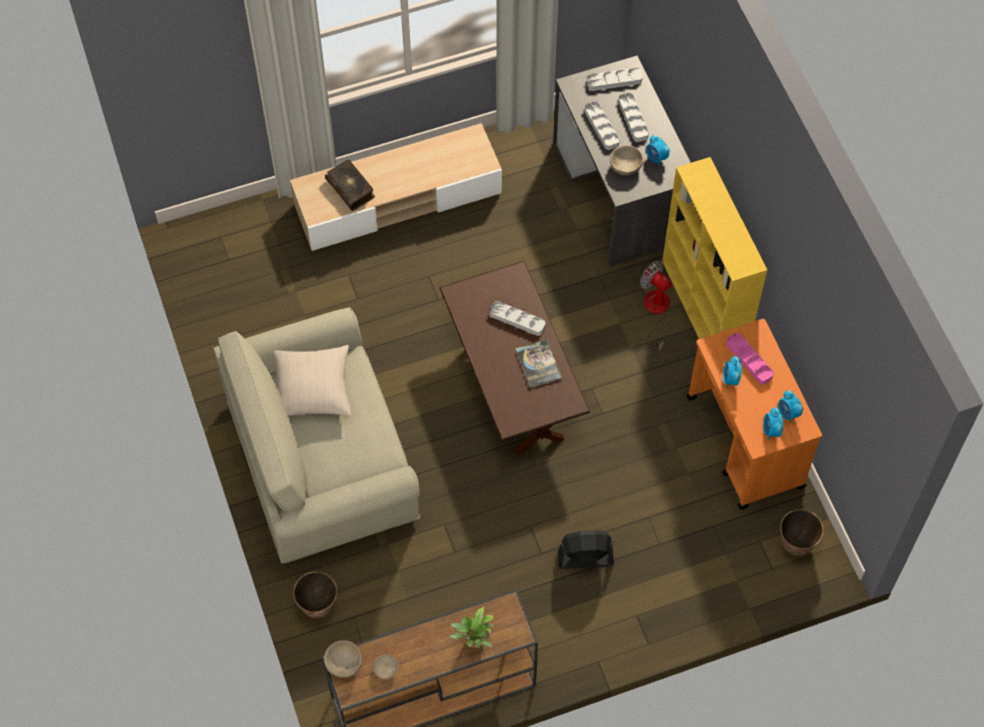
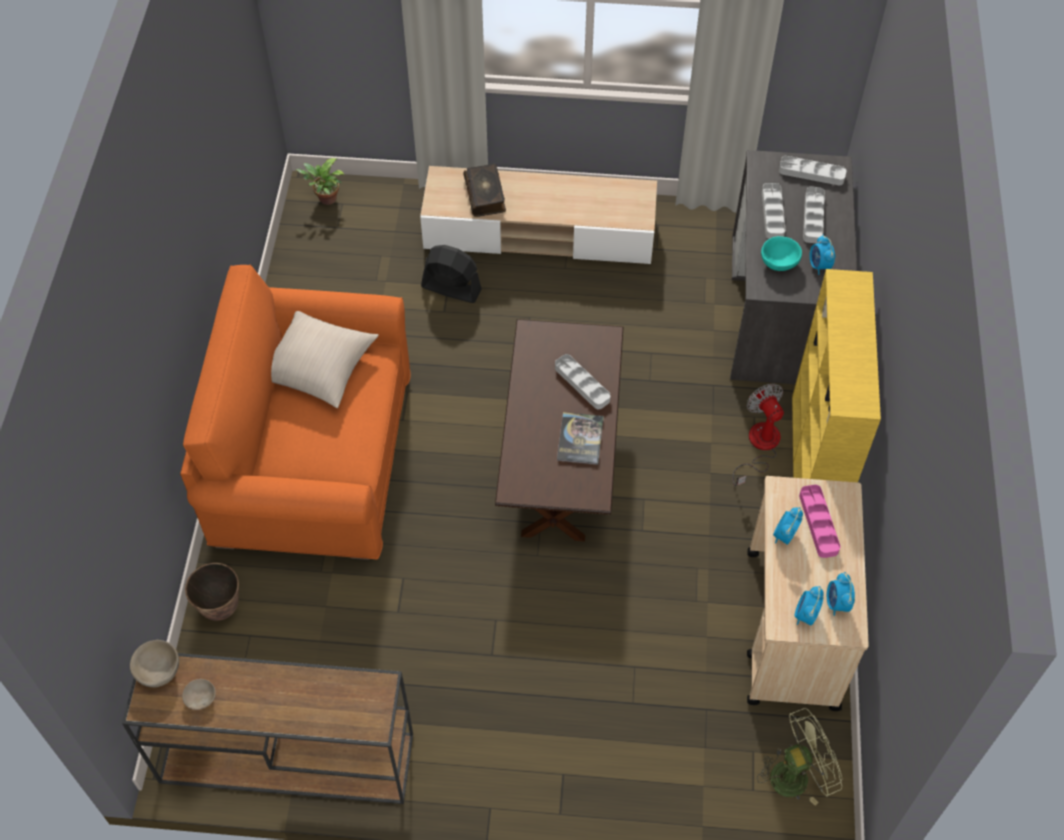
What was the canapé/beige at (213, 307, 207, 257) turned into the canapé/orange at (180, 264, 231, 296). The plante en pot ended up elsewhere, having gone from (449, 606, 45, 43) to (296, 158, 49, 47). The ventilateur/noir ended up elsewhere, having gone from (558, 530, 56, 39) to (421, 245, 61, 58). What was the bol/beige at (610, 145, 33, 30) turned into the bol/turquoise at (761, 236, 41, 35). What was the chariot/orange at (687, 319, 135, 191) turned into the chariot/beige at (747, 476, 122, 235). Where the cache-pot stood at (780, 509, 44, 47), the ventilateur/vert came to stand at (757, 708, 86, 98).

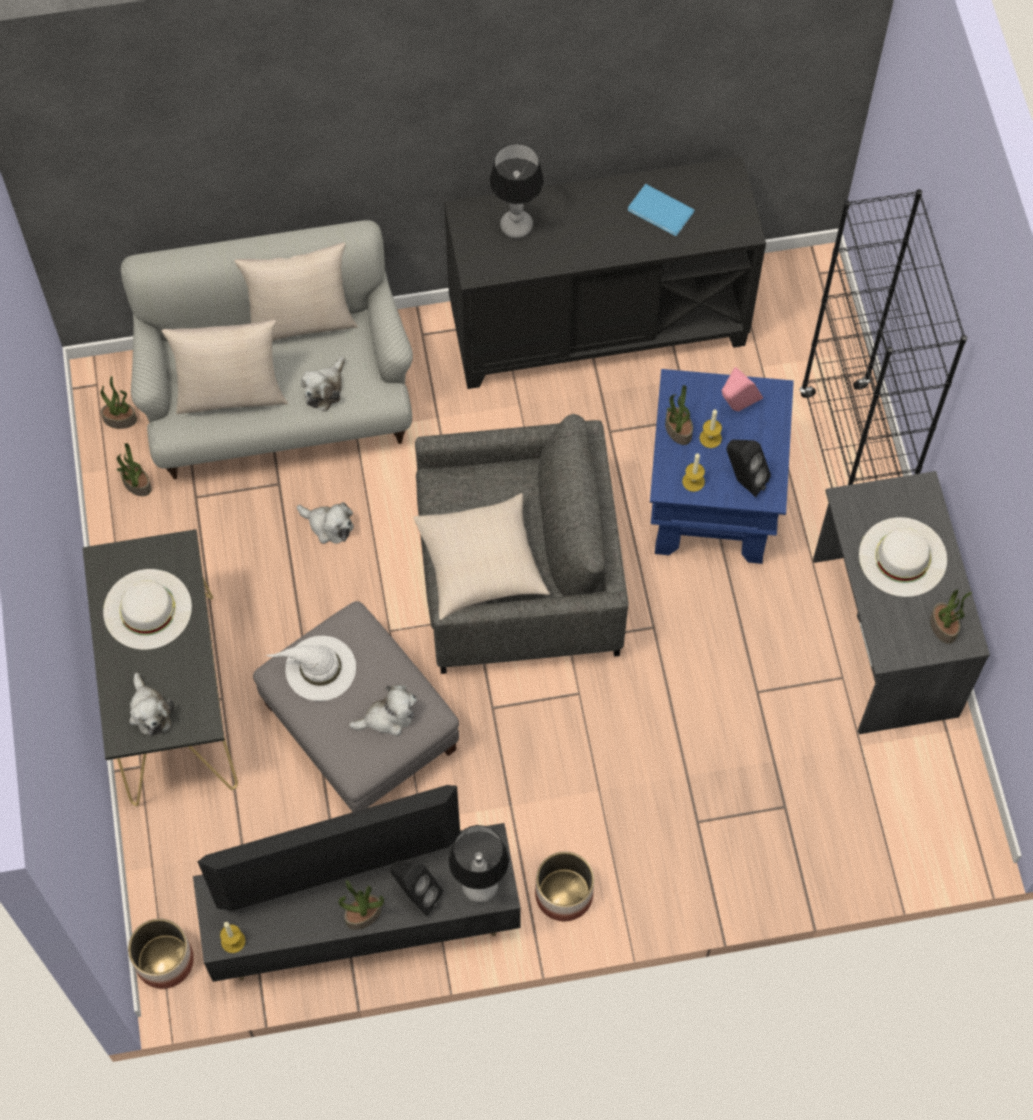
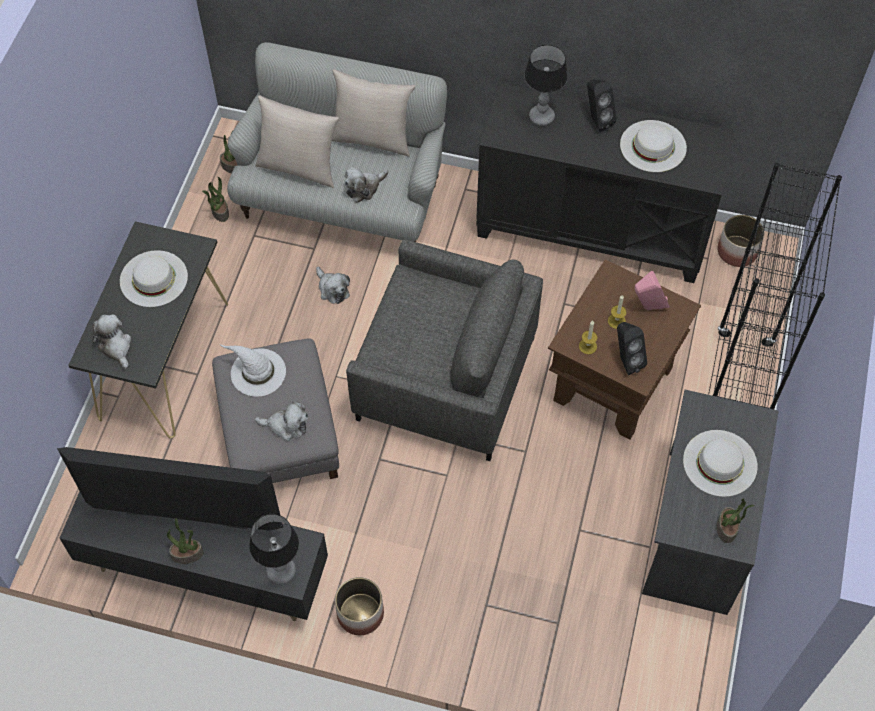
The cache-pot ended up elsewhere, having gone from (128, 918, 66, 71) to (718, 215, 46, 52). The peluche at (129, 673, 45, 63) ended up facing another way, 150 degrees clockwise from before. The second view lost the bougie at (220, 922, 25, 31). The enceinte/noir ended up elsewhere, having gone from (390, 861, 53, 55) to (587, 79, 30, 53). The second view lost the coussin/beige at (414, 493, 136, 127). Where the livre/bleu stood at (628, 184, 67, 52), the chapeau/blanc came to stand at (620, 120, 67, 52). What was the table d'appoint/bleu at (650, 369, 144, 195) turned into the table d'appoint/marron at (548, 260, 153, 180). The second view lost the plante en pot at (665, 385, 28, 60).

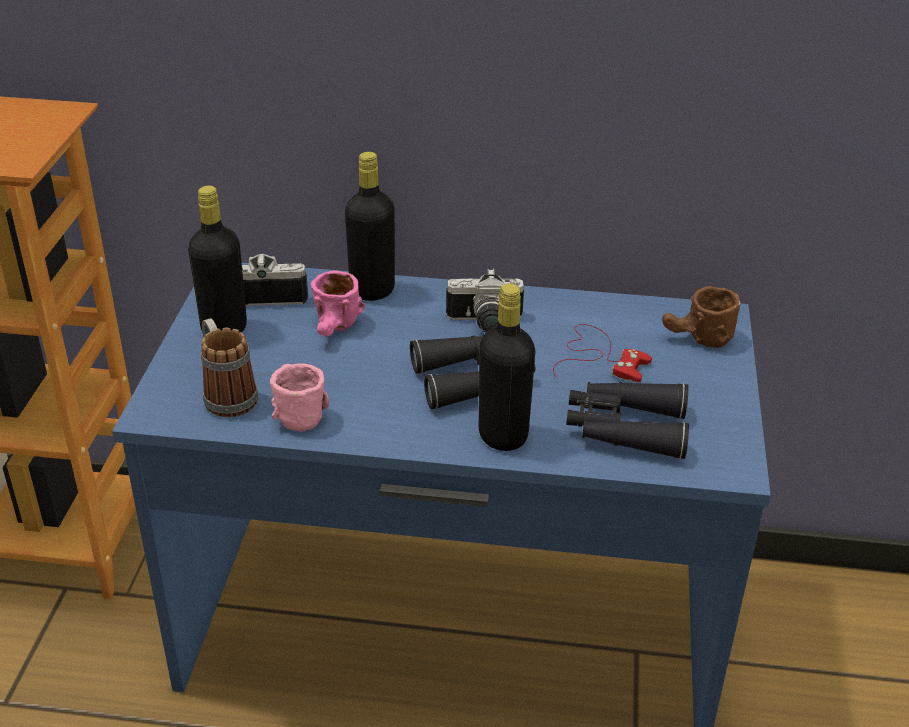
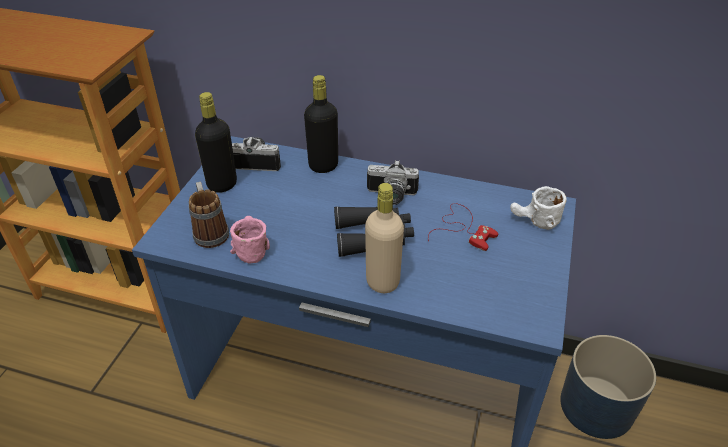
The second view lost the mug/rose at (311, 271, 54, 65). What was the bouteille/noir at (479, 283, 56, 168) turned into the bouteille/beige at (365, 183, 39, 110). The second view lost the jumelles/noir at (566, 382, 123, 77). What was the mug/marron at (662, 286, 79, 62) turned into the mug/blanc at (510, 186, 56, 44). The second view gained the cache-pot/bleu at (560, 335, 96, 104).

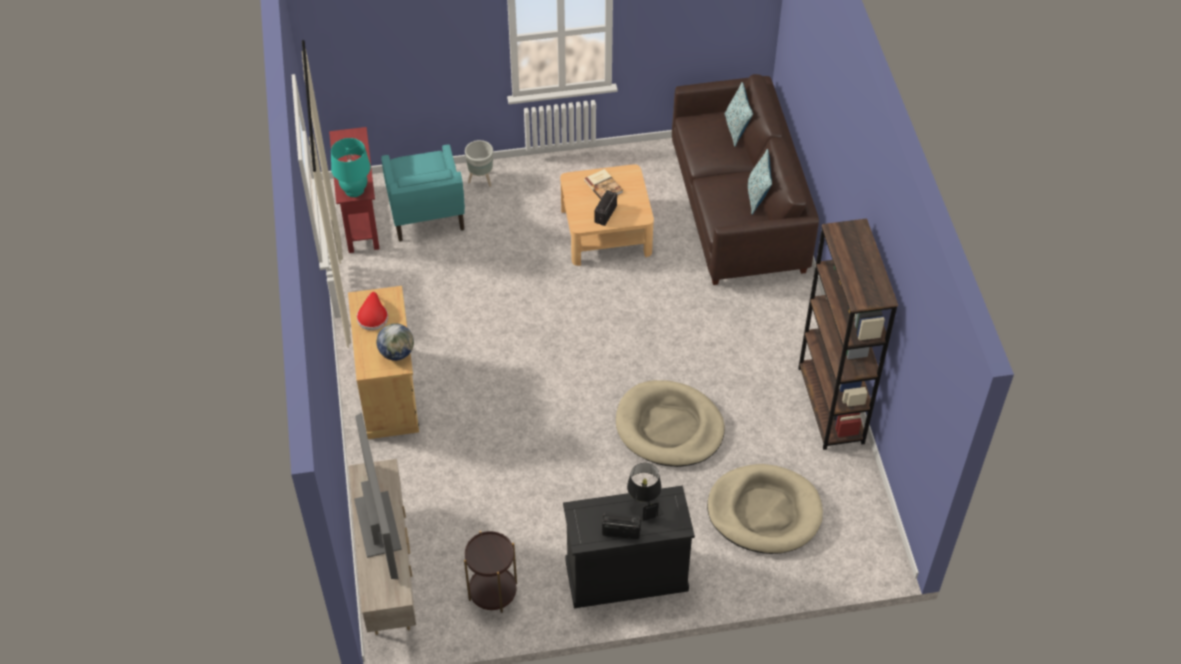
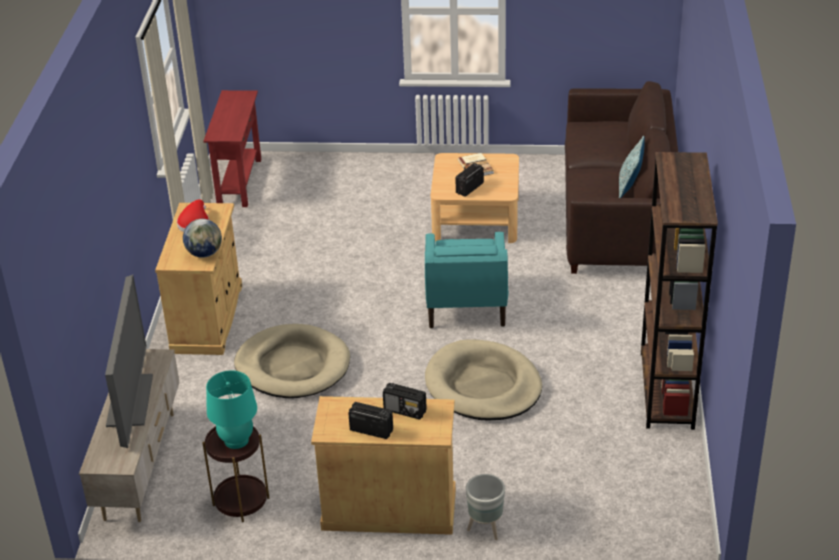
The lampe de table/turquoise ended up elsewhere, having gone from (331, 138, 40, 59) to (206, 370, 51, 79). The fauteuil/turquoise ended up elsewhere, having gone from (381, 145, 84, 97) to (425, 232, 83, 97). The cache-pot/gris ended up elsewhere, having gone from (465, 140, 28, 47) to (466, 474, 39, 66). What was the meuble de rangement/noir at (563, 486, 132, 122) turned into the meuble de rangement/beige at (311, 396, 145, 139). Where the lampe de table/noir stood at (627, 463, 37, 58), the radio came to stand at (383, 383, 44, 37). The panier pour chien/beige ended up elsewhere, having gone from (707, 464, 116, 90) to (234, 324, 116, 74). The second view lost the coussin at (724, 82, 29, 65).

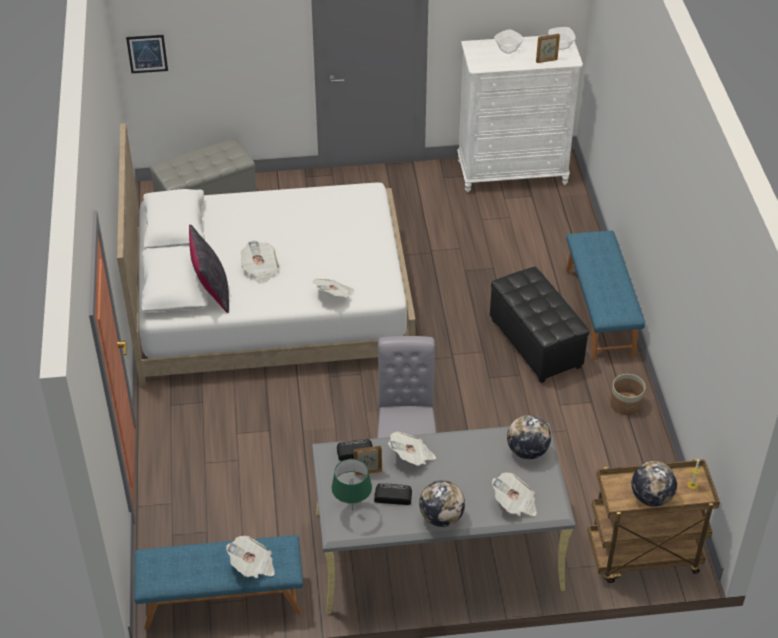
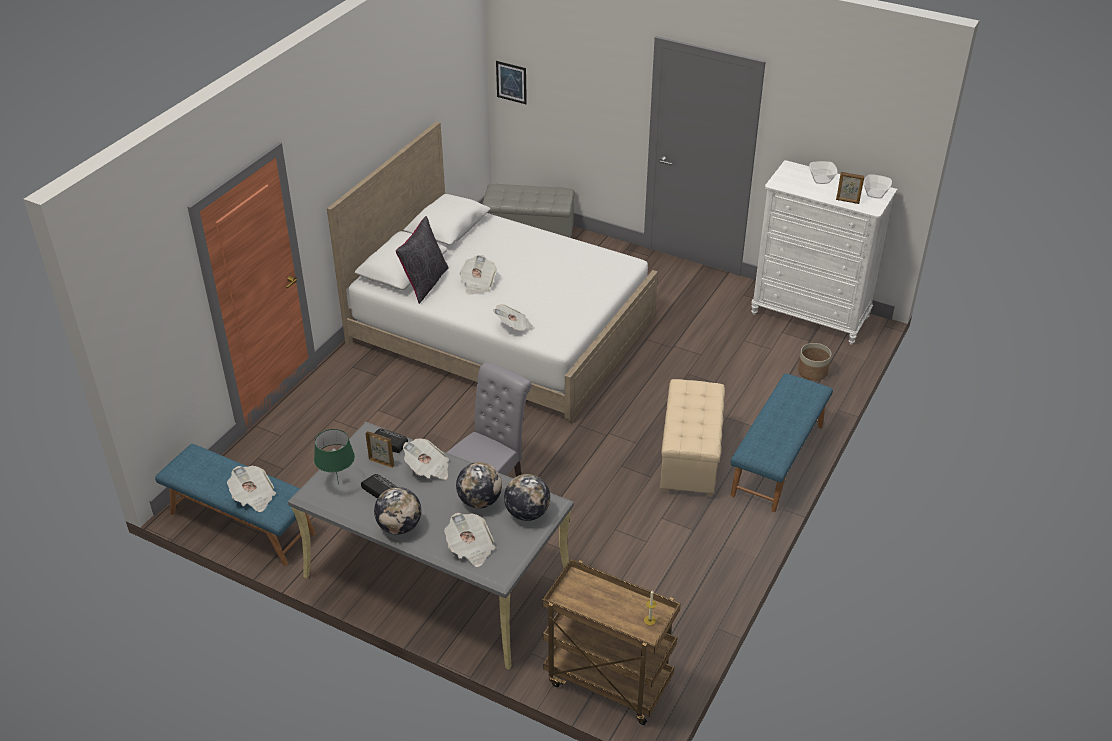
What was the pouf/noir at (490, 267, 99, 116) turned into the pouf/beige at (660, 379, 65, 118). The cache-pot ended up elsewhere, having gone from (610, 374, 35, 41) to (798, 343, 33, 38). The globe ended up elsewhere, having gone from (631, 461, 46, 46) to (456, 462, 46, 46).

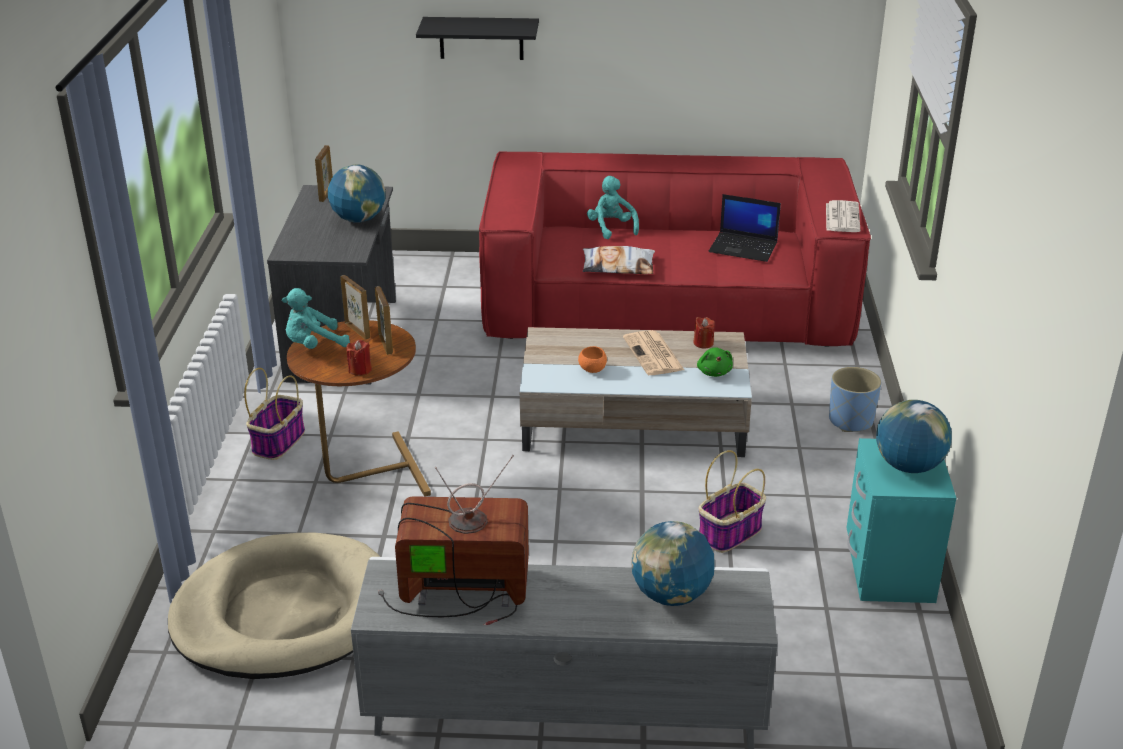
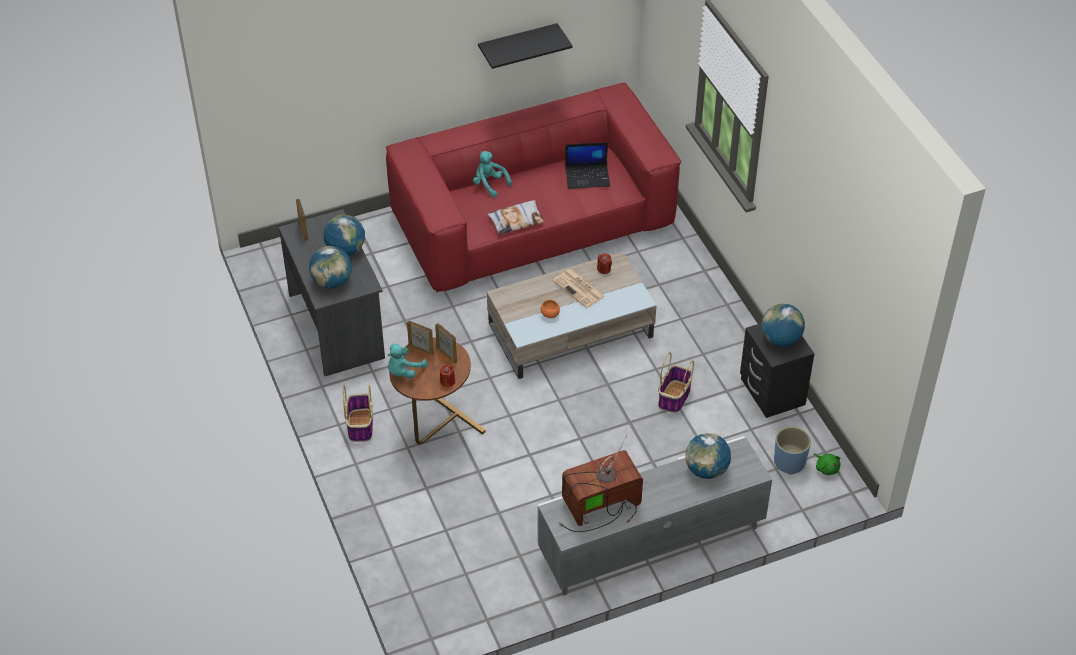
The second view lost the panier pour chien/beige at (168, 533, 212, 146). The étagère/noir ended up elsewhere, having gone from (416, 17, 123, 43) to (478, 23, 95, 46). The peluche/vert ended up elsewhere, having gone from (697, 347, 36, 30) to (814, 453, 26, 22). The second view lost the journal at (826, 200, 34, 32). The cache-pot/bleu ended up elsewhere, having gone from (829, 367, 52, 65) to (774, 427, 37, 47). What was the table de chevet/turquoise at (847, 438, 109, 165) turned into the table de chevet/noir at (740, 323, 74, 95). The second view gained the globe at (309, 246, 43, 42).

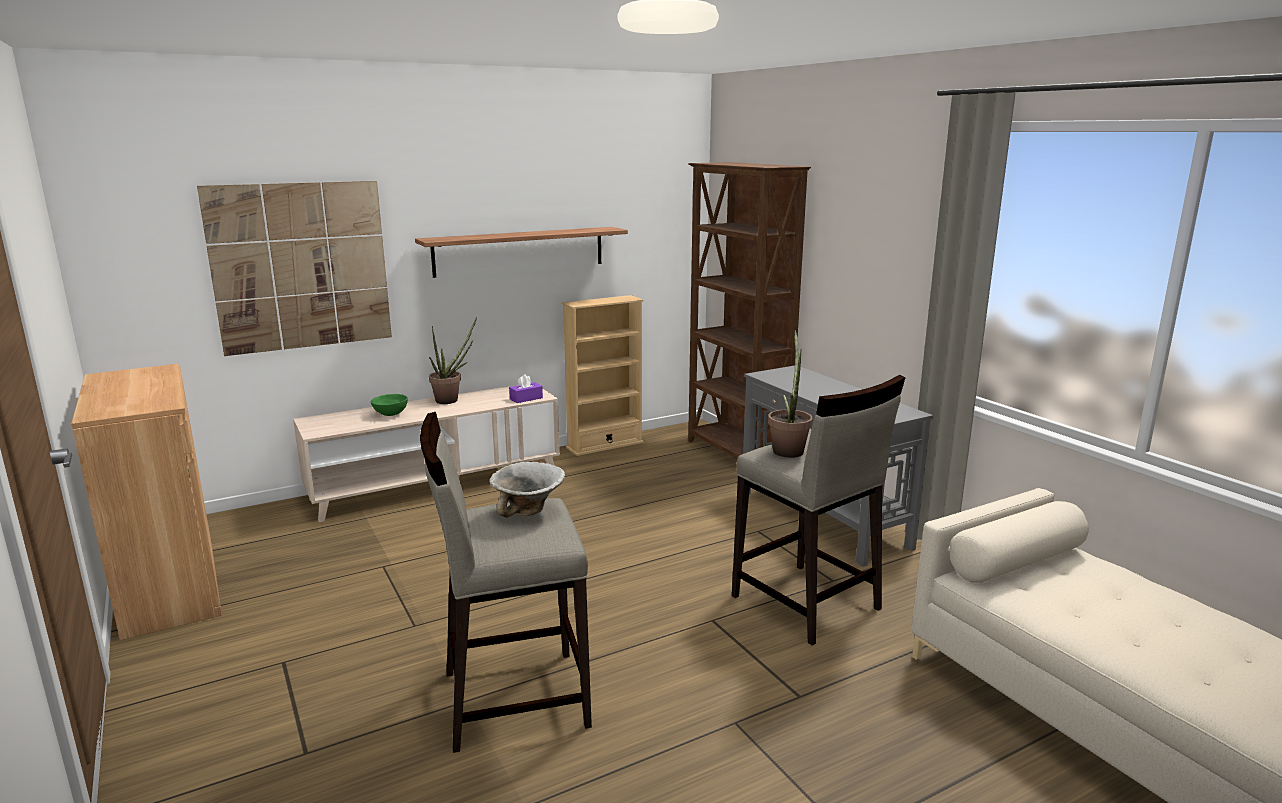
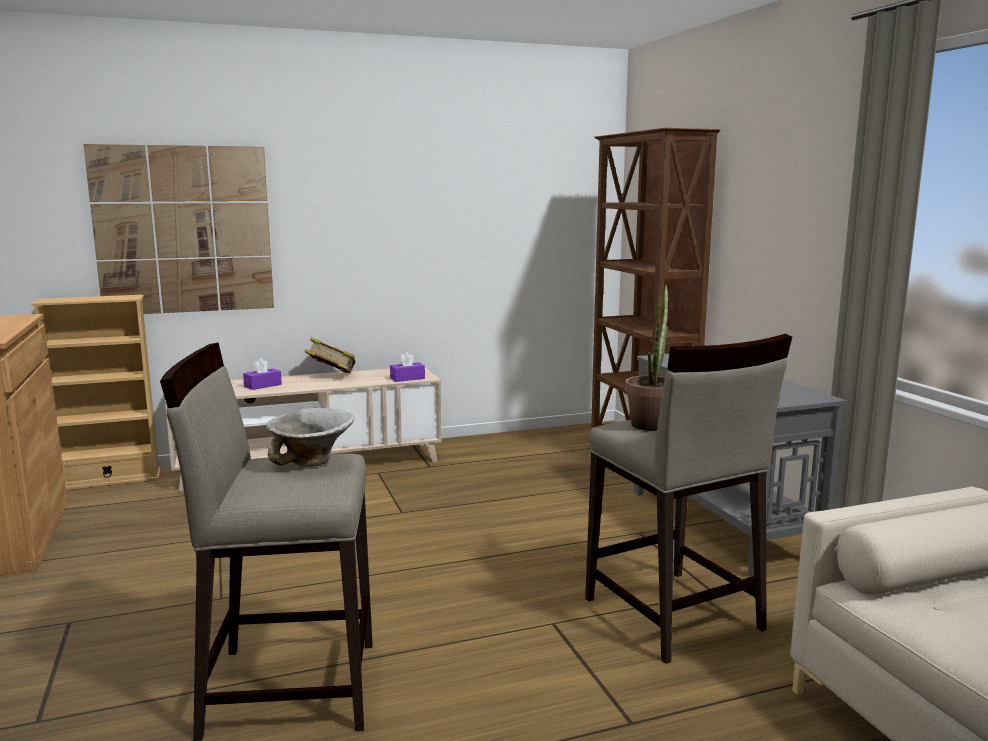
Where the bol/vert stood at (371, 394, 37, 22), the boîte à mouchoirs/violet came to stand at (243, 358, 39, 32). The second view lost the étagère at (415, 227, 213, 51). Where the plante en pot stood at (429, 317, 48, 87), the livre came to stand at (305, 337, 51, 37). The bibliothèque/beige ended up elsewhere, having gone from (562, 295, 82, 161) to (31, 295, 130, 195).

